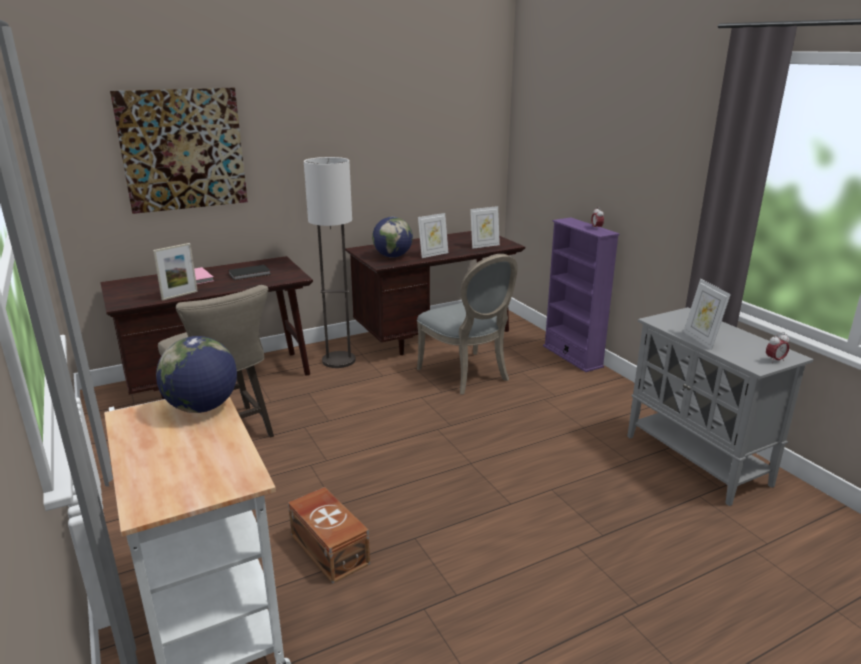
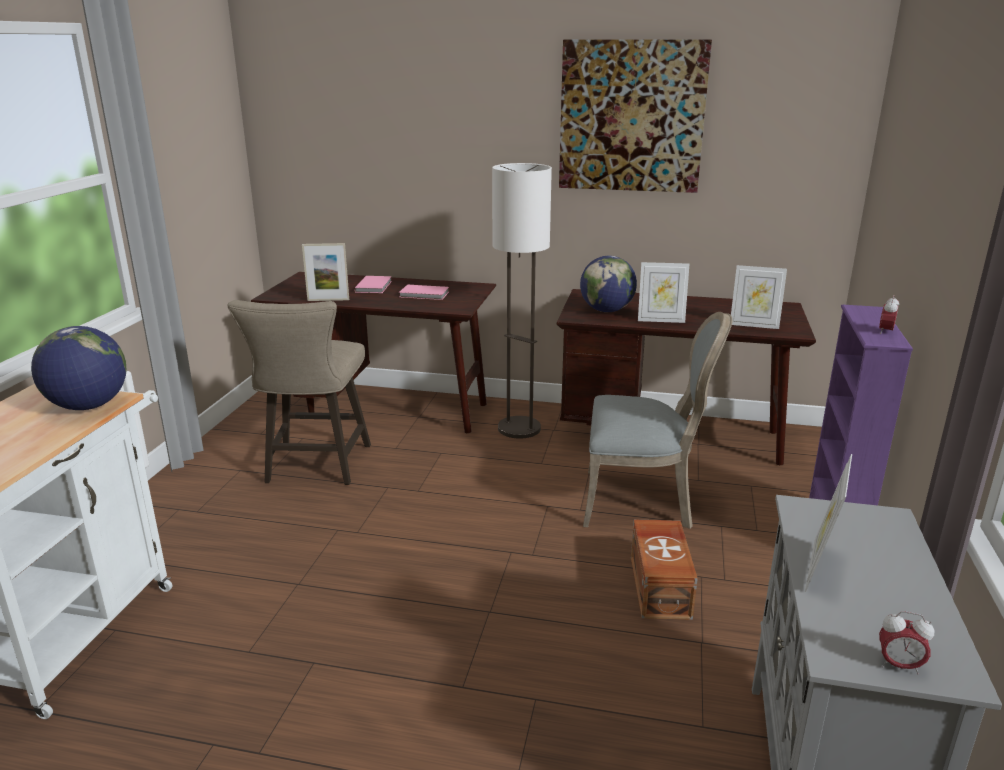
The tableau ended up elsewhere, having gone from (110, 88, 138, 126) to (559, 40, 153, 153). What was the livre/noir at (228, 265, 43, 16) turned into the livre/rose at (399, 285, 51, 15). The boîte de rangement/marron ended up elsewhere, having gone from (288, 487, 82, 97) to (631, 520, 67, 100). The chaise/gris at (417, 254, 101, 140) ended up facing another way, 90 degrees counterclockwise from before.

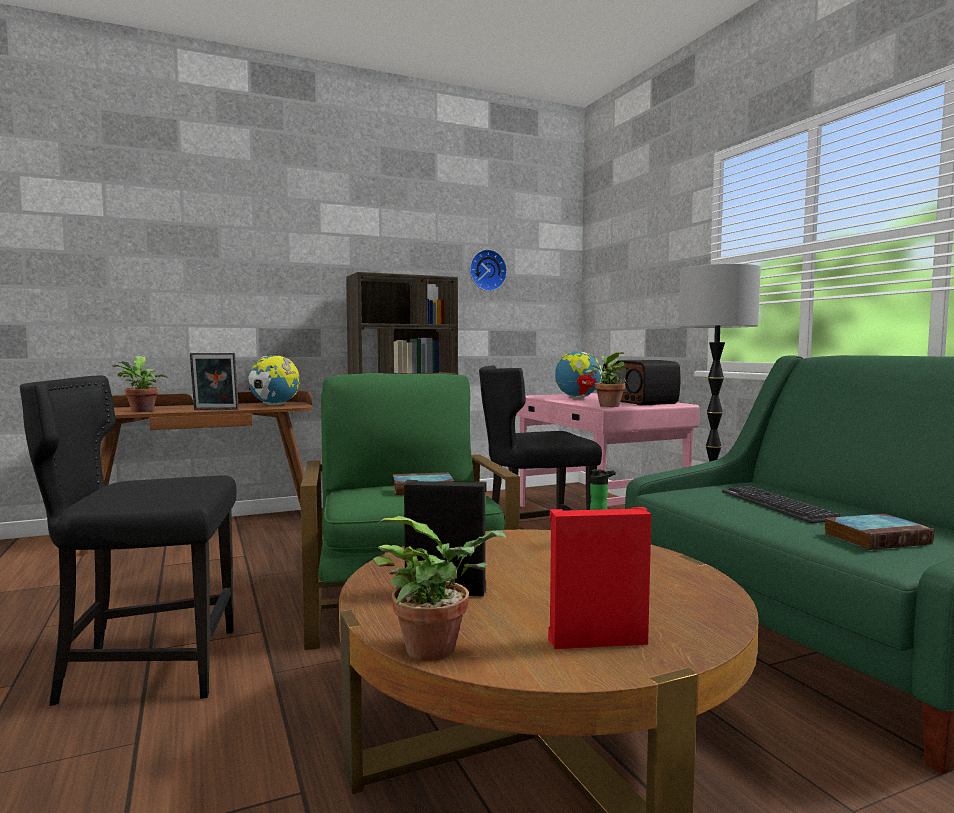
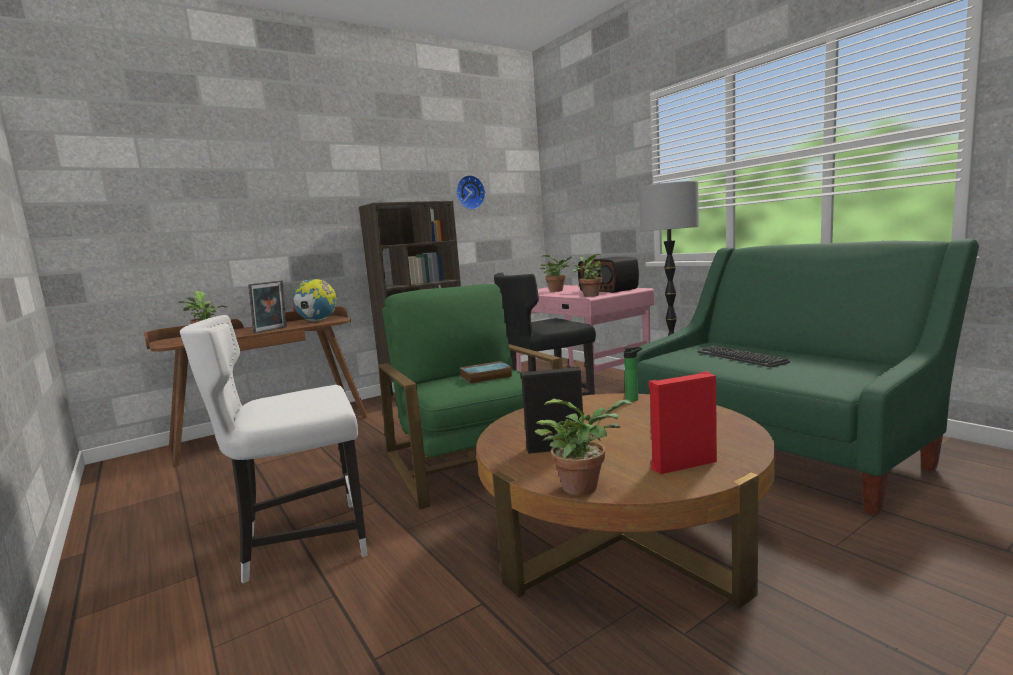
What was the chaise/noir at (20, 375, 217, 331) turned into the chaise/blanc at (180, 315, 188, 269). The cadre photo at (190, 353, 49, 57) ended up facing another way, 45 degrees counterclockwise from before. Where the globe stood at (555, 351, 47, 47), the plante en pot came to stand at (540, 255, 34, 37). The second view lost the livre at (823, 514, 111, 36).

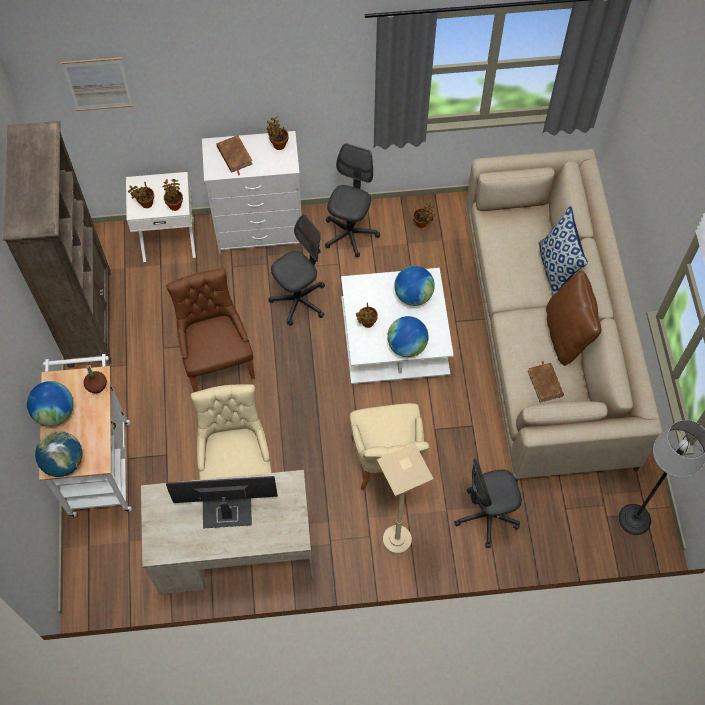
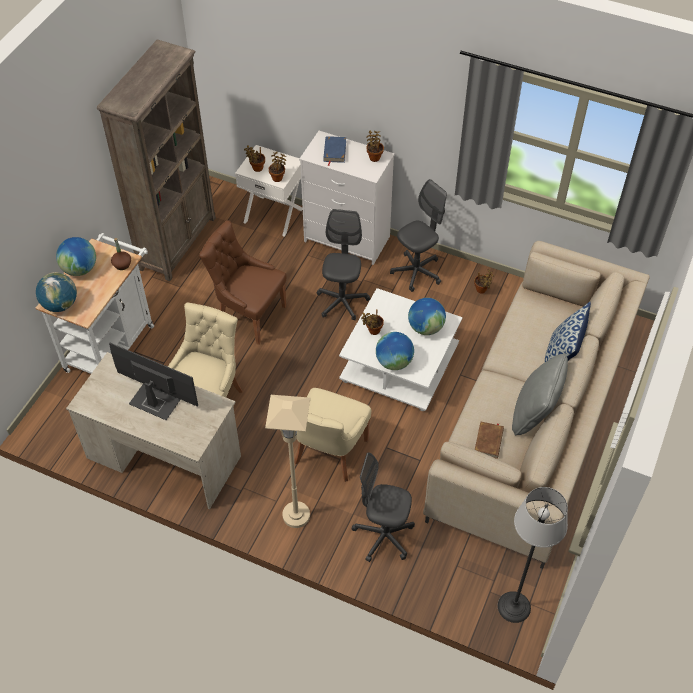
The second view lost the tableau at (61, 57, 73, 54). The chaise/marron at (166, 269, 89, 123) ended up facing another way, 75 degrees counterclockwise from before. What was the livre/marron at (217, 135, 35, 41) turned into the livre/bleu at (323, 136, 23, 30). The chaise de bureau/gris at (268, 214, 57, 112) ended up facing another way, 75 degrees counterclockwise from before. What was the coussin/marron at (546, 270, 55, 96) turned into the coussin/gris at (512, 353, 56, 83).

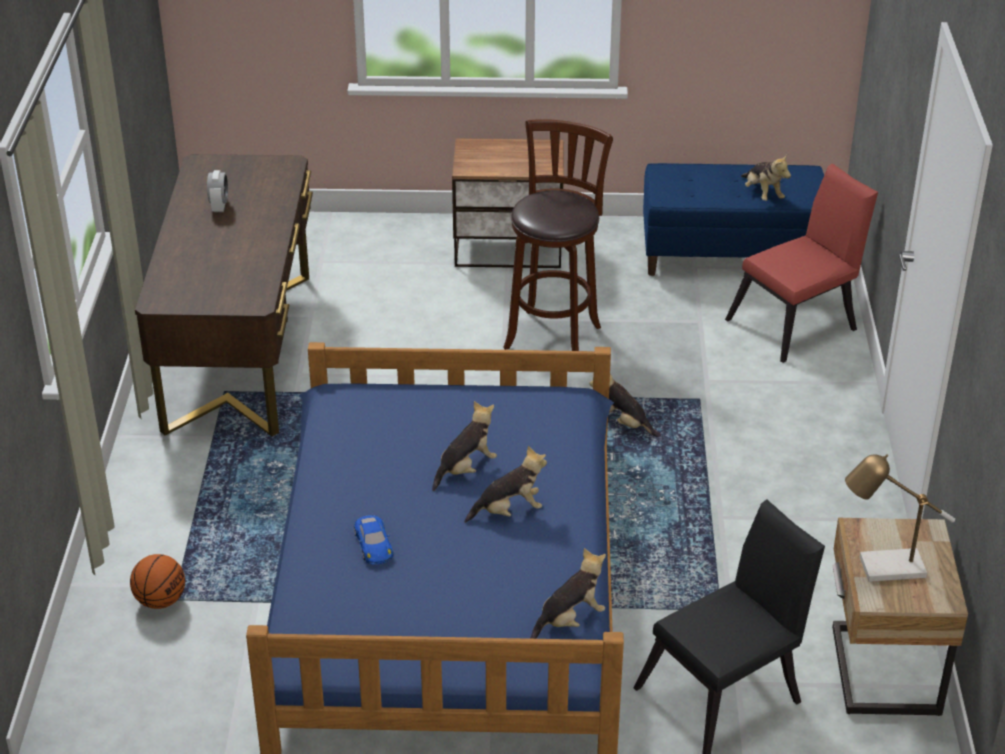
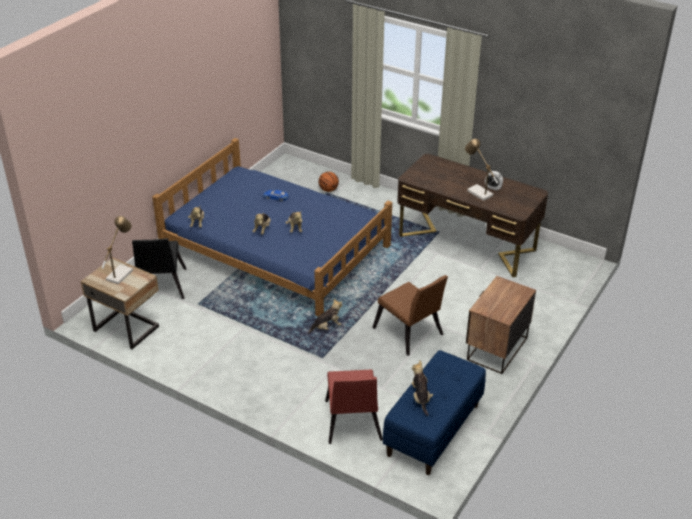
Where the tabouret/marron stood at (503, 119, 110, 232), the chaise/marron came to stand at (372, 275, 76, 81). The peluche at (741, 154, 50, 47) ended up facing another way, 75 degrees clockwise from before. The second view gained the lampe de table at (465, 139, 33, 62).

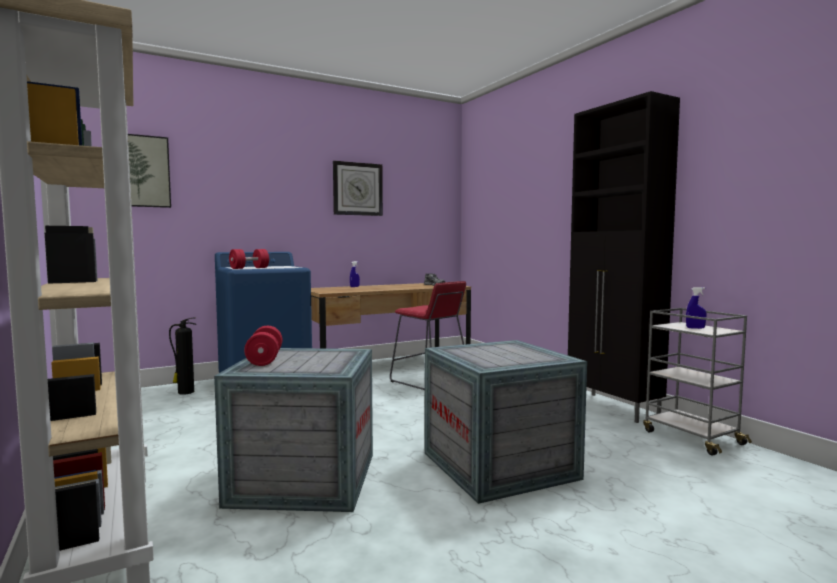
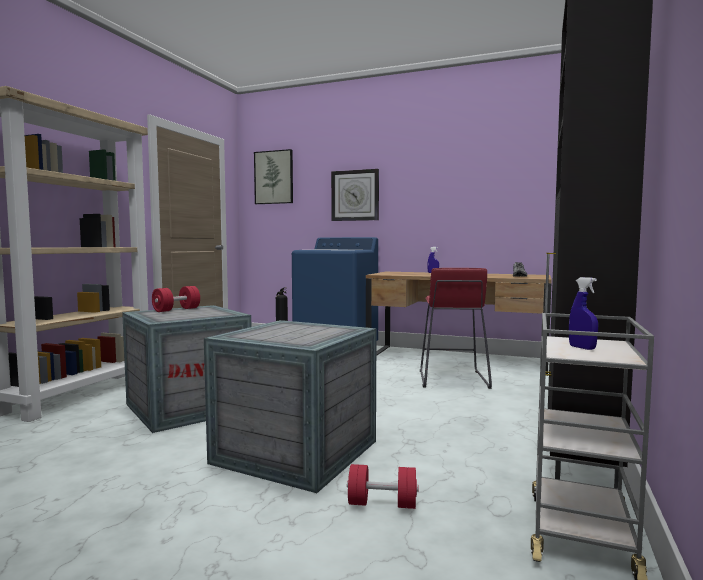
The haltère/rouge ended up elsewhere, having gone from (229, 249, 40, 20) to (347, 464, 72, 45). The horloge murale ended up elsewhere, having gone from (333, 161, 50, 55) to (331, 169, 48, 52).

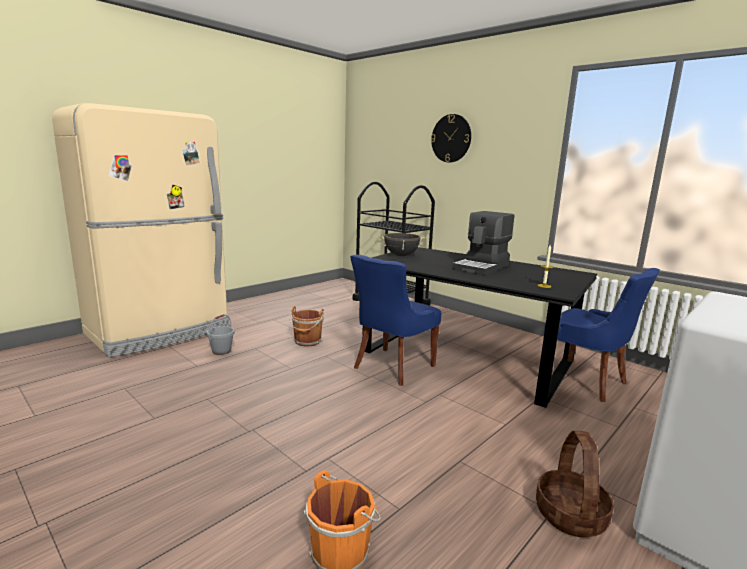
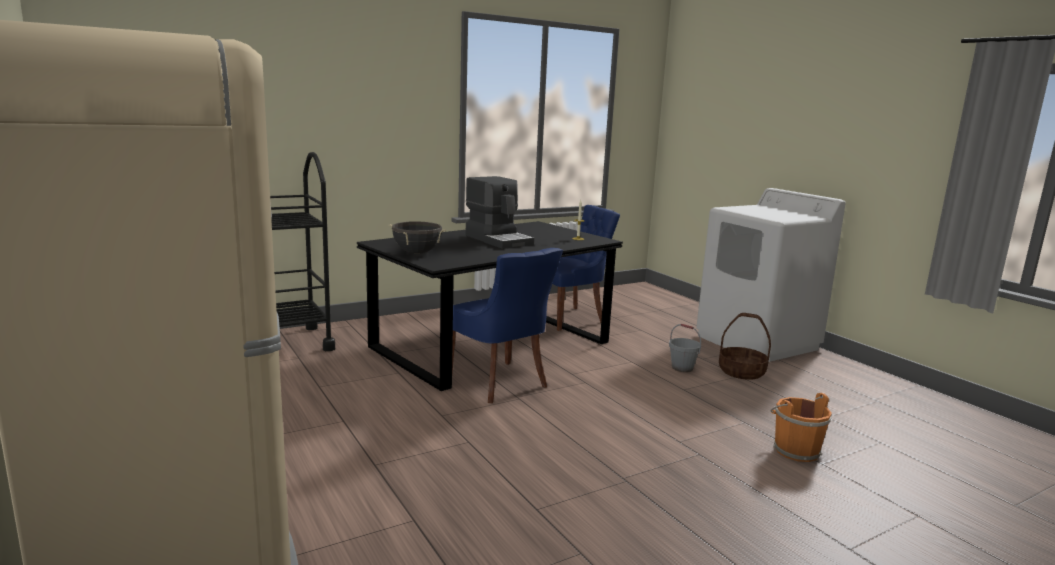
The seau/gris ended up elsewhere, having gone from (207, 314, 28, 41) to (669, 324, 32, 48). The second view lost the seau/marron at (289, 306, 35, 41). The second view lost the horloge murale at (431, 114, 40, 49).

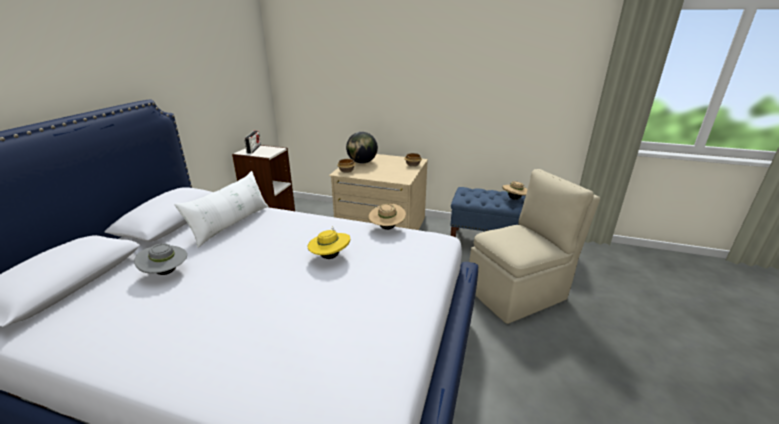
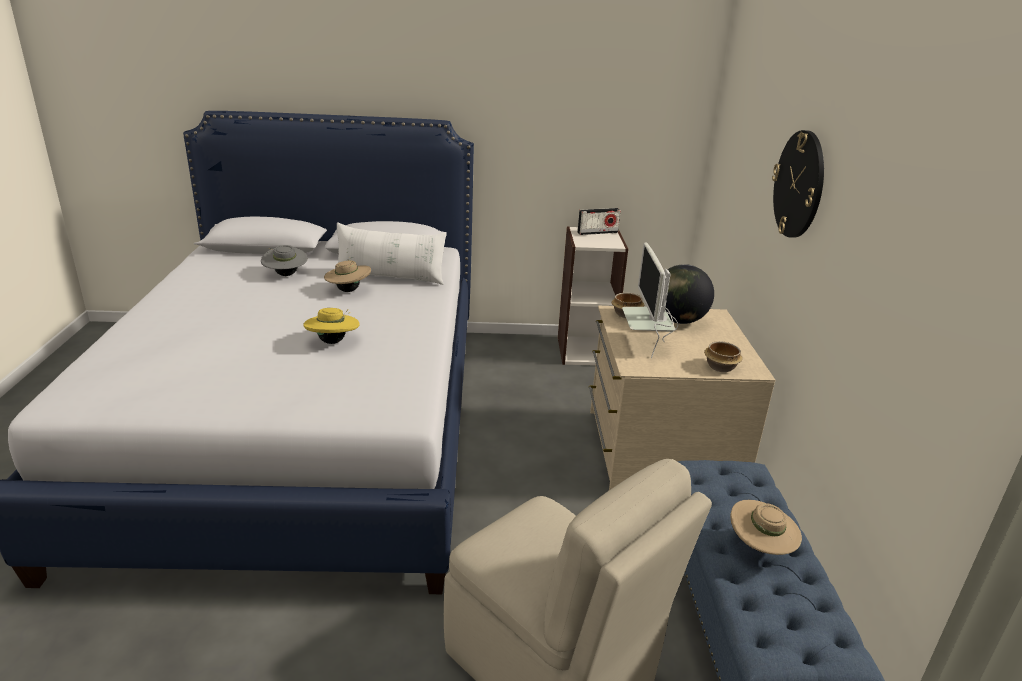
The chapeau/beige ended up elsewhere, having gone from (368, 204, 38, 26) to (324, 257, 47, 35). The second view gained the écran d'ordinateur at (622, 243, 56, 115). The second view gained the horloge murale at (772, 130, 52, 108).

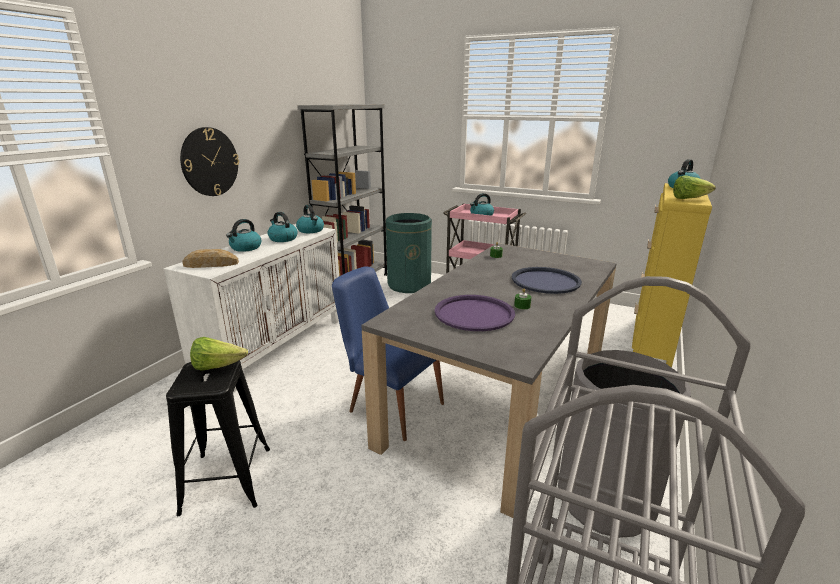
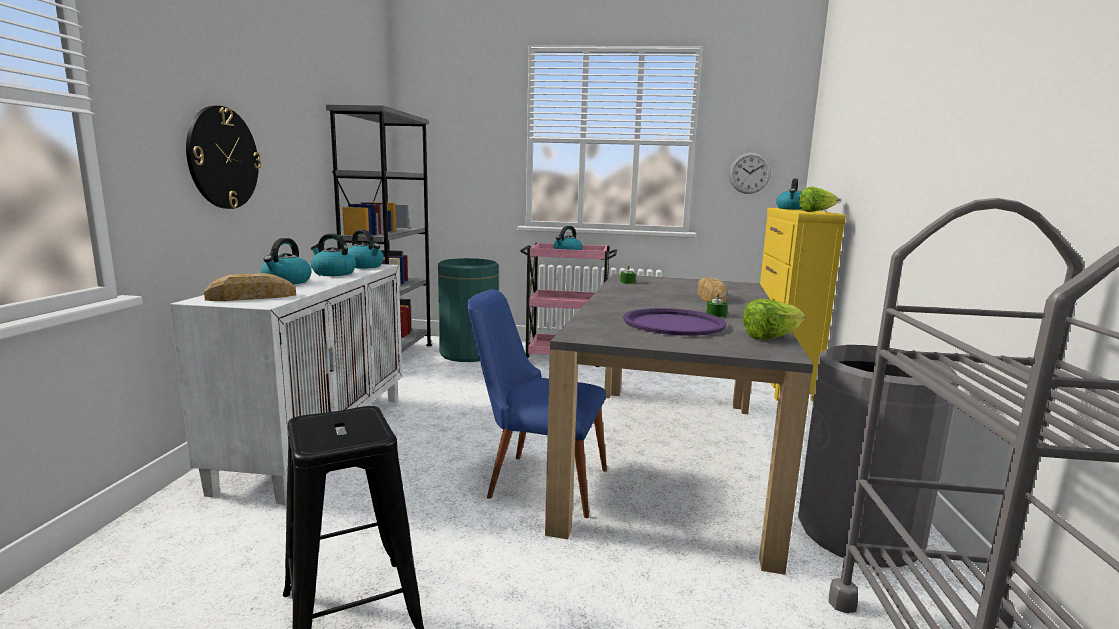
The laitue ended up elsewhere, having gone from (190, 337, 58, 34) to (743, 299, 62, 41). Where the plateau/bleu stood at (512, 267, 70, 27), the pain came to stand at (697, 278, 30, 24). The second view gained the horloge murale at (729, 152, 42, 42).

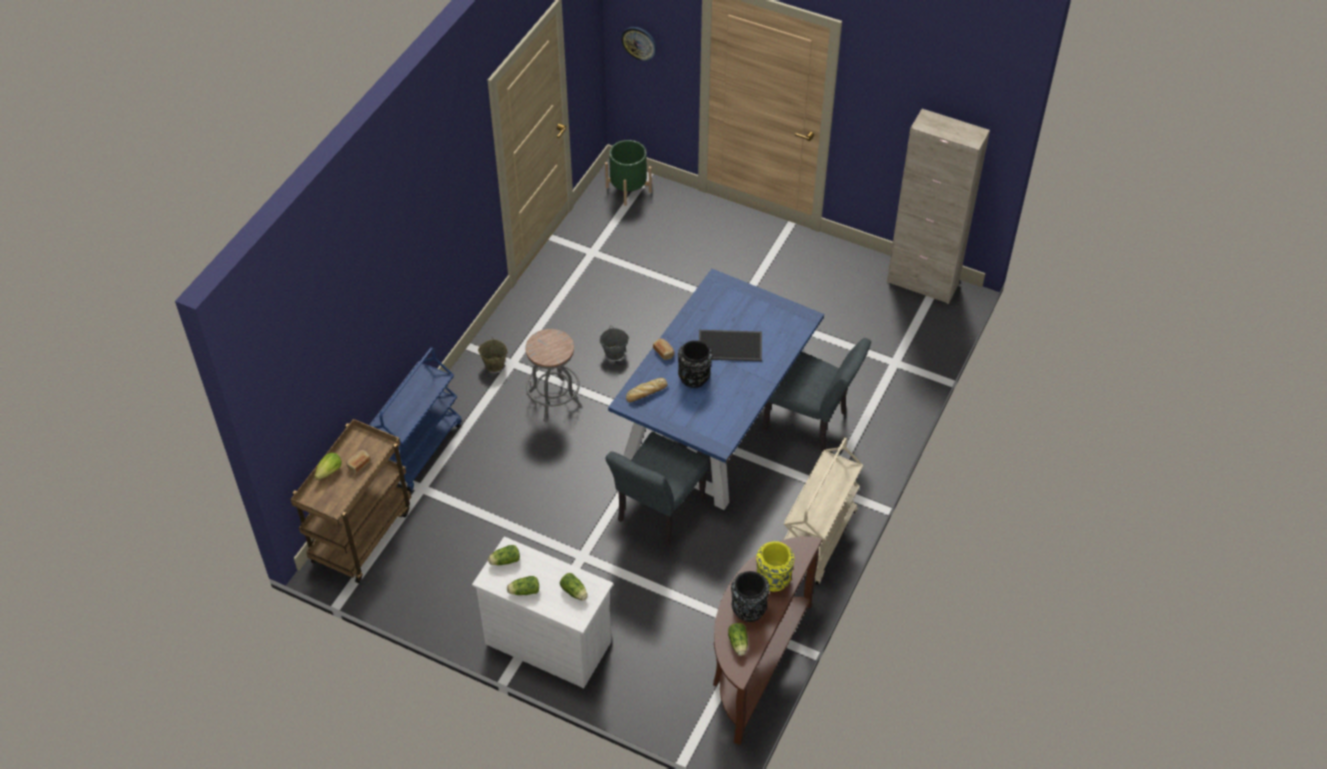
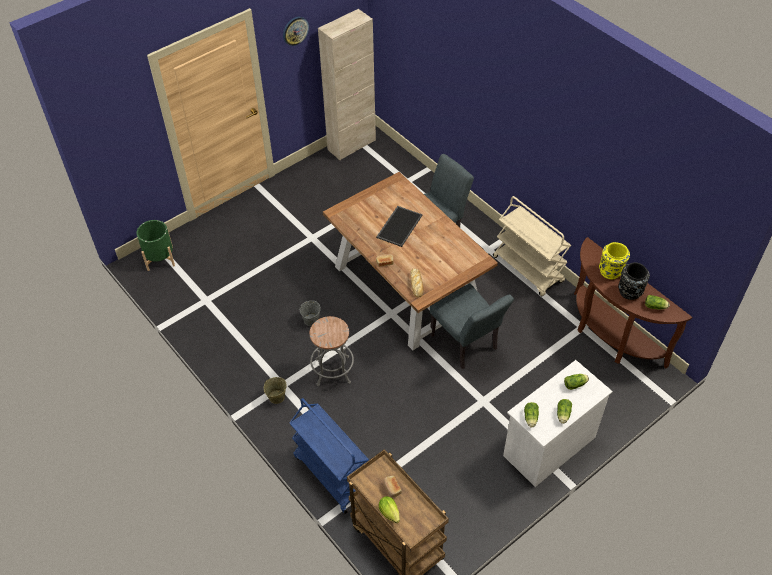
What was the table à manger/bleu at (608, 269, 216, 241) turned into the table à manger/marron at (323, 172, 175, 178). The horloge murale ended up elsewhere, having gone from (621, 27, 36, 34) to (283, 17, 26, 29). The second view lost the vase/noir at (678, 340, 35, 48).

